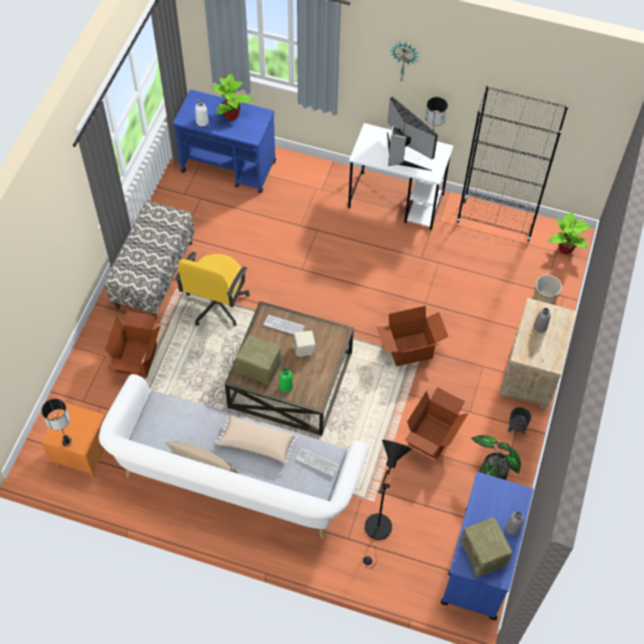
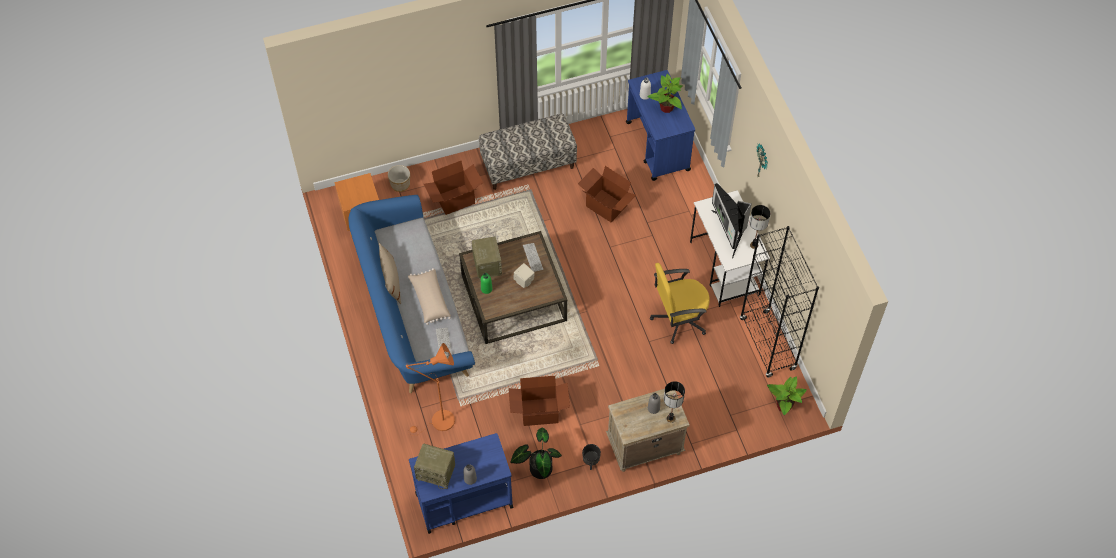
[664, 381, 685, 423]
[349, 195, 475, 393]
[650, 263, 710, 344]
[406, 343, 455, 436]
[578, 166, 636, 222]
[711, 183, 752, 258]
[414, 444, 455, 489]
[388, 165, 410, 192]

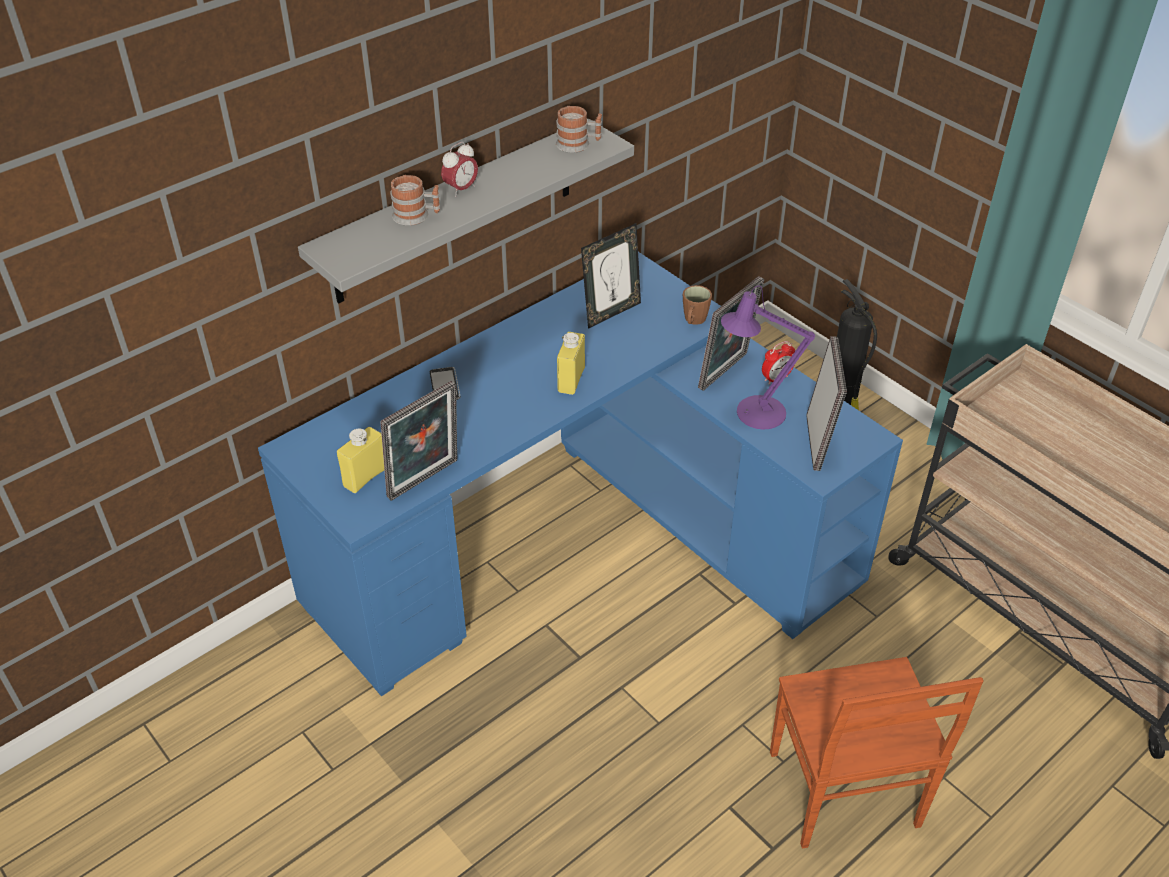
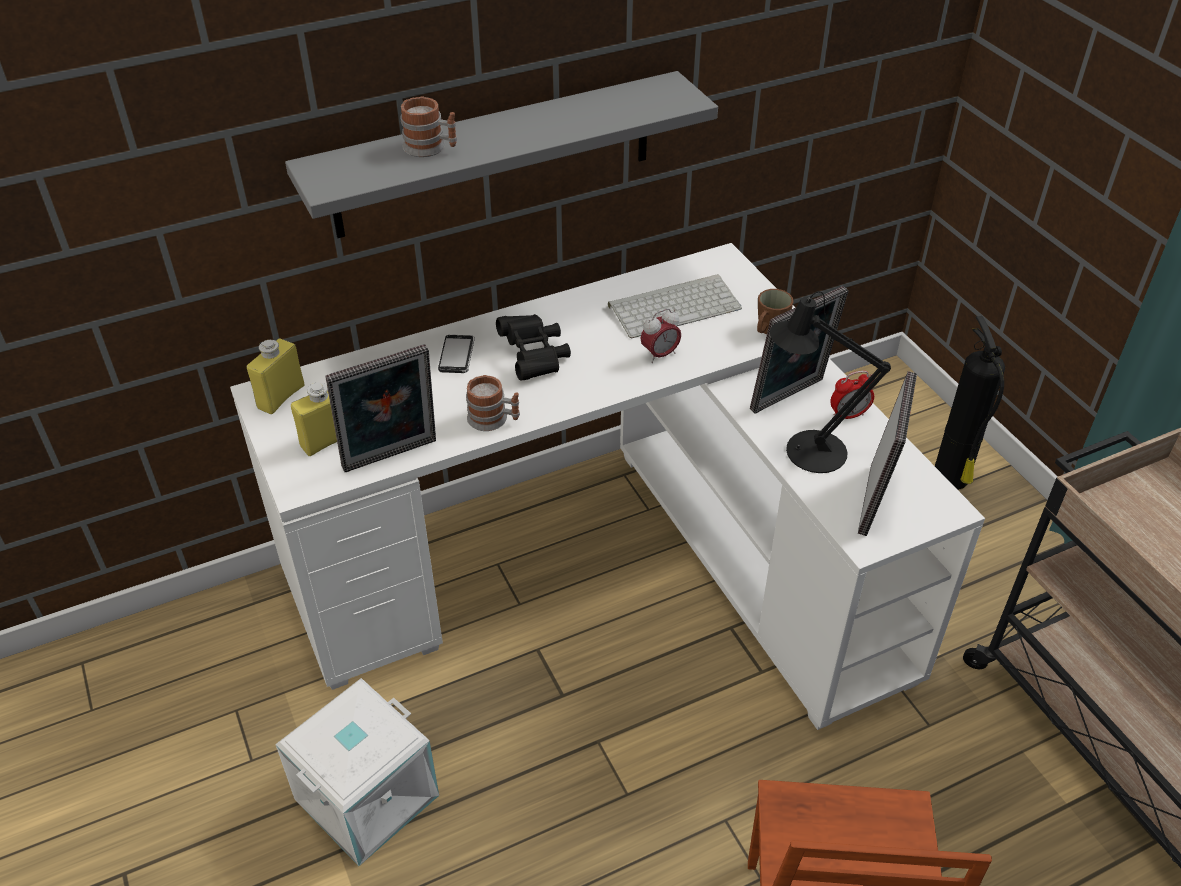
[230, 243, 985, 730]
[640, 308, 681, 363]
[466, 375, 520, 431]
[247, 339, 305, 414]
[608, 274, 742, 338]
[770, 291, 891, 473]
[275, 678, 439, 866]
[496, 314, 571, 381]

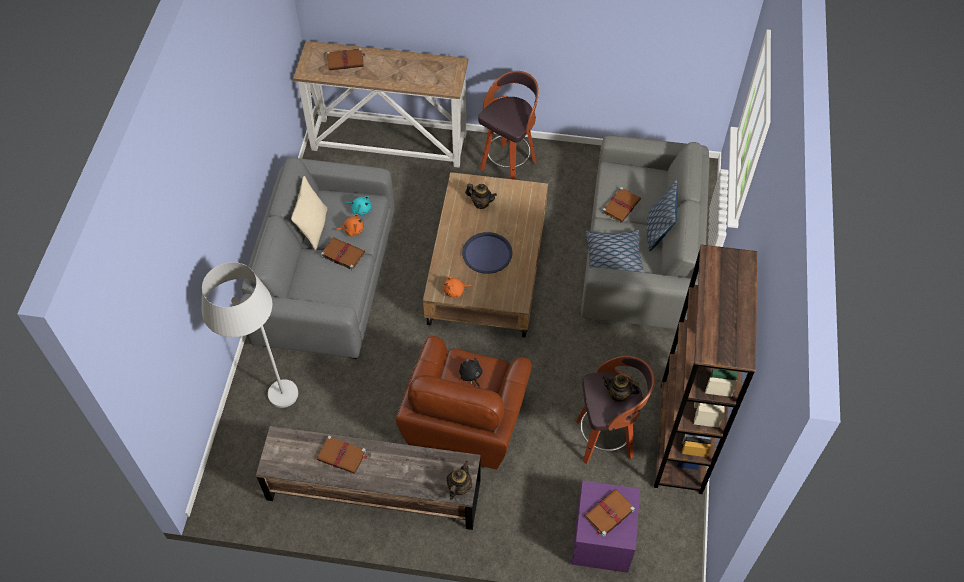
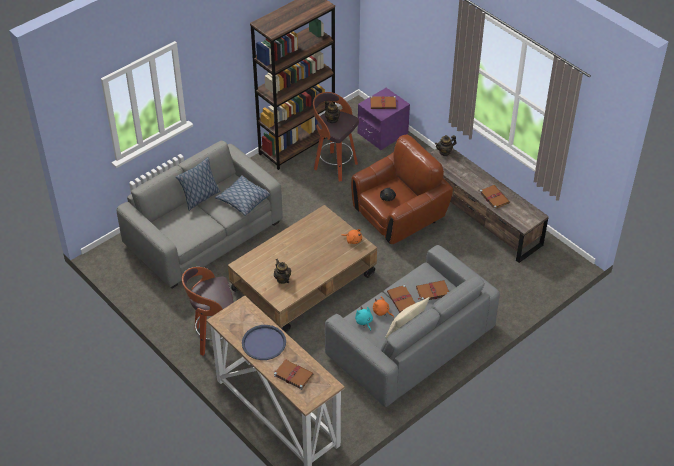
[202, 262, 298, 408] (first image)
[242, 325, 286, 360]
[416, 280, 449, 301]

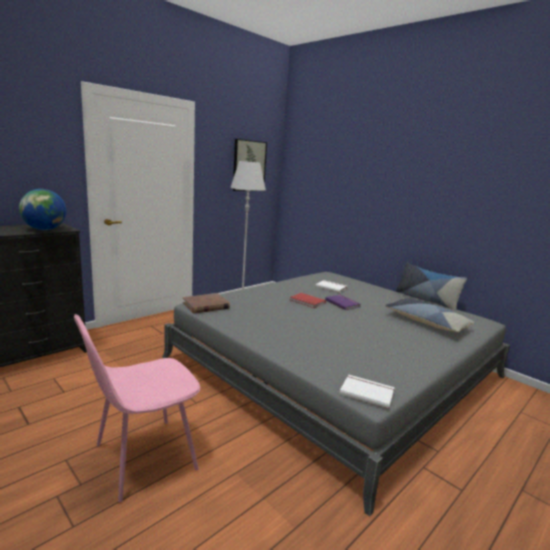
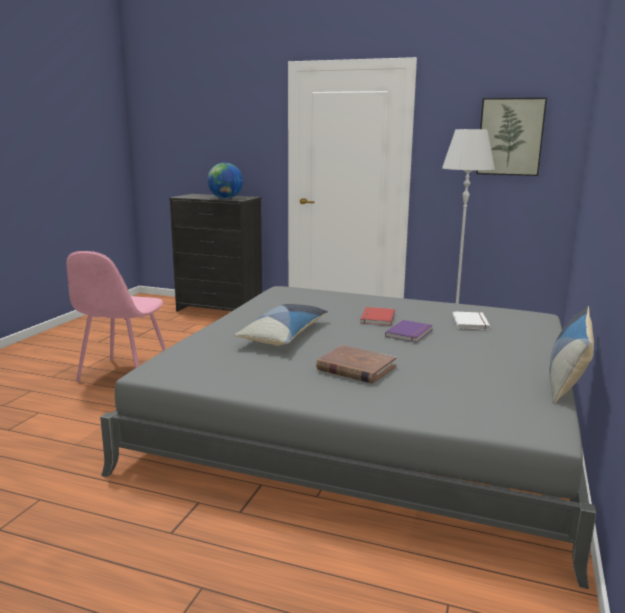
[67, 251, 166, 382]
[316, 345, 396, 384]
[339, 374, 395, 409] (first image)
[234, 304, 328, 346]

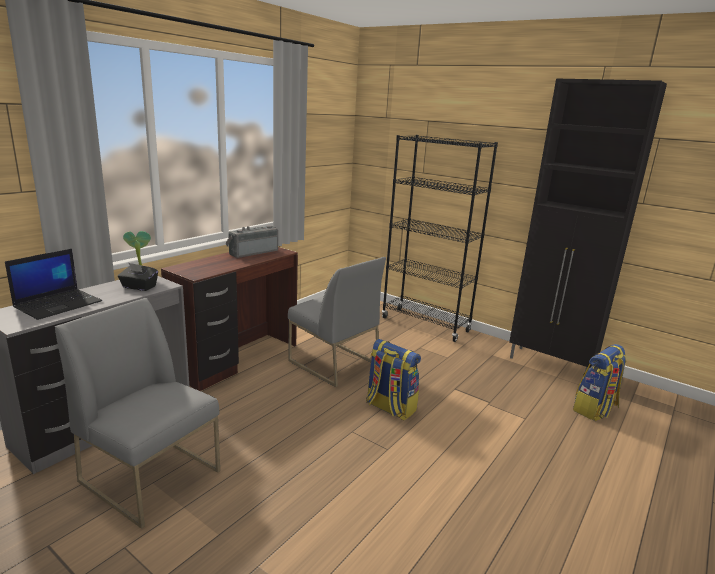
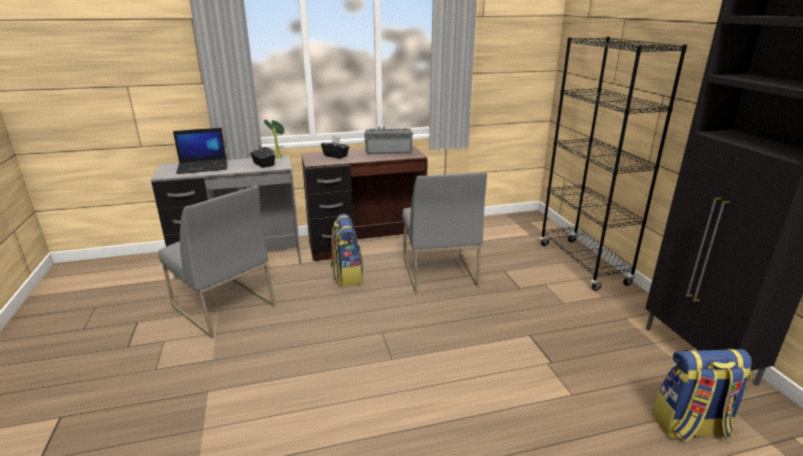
[158, 186, 276, 338]
[331, 214, 364, 287]
[321, 136, 349, 159]

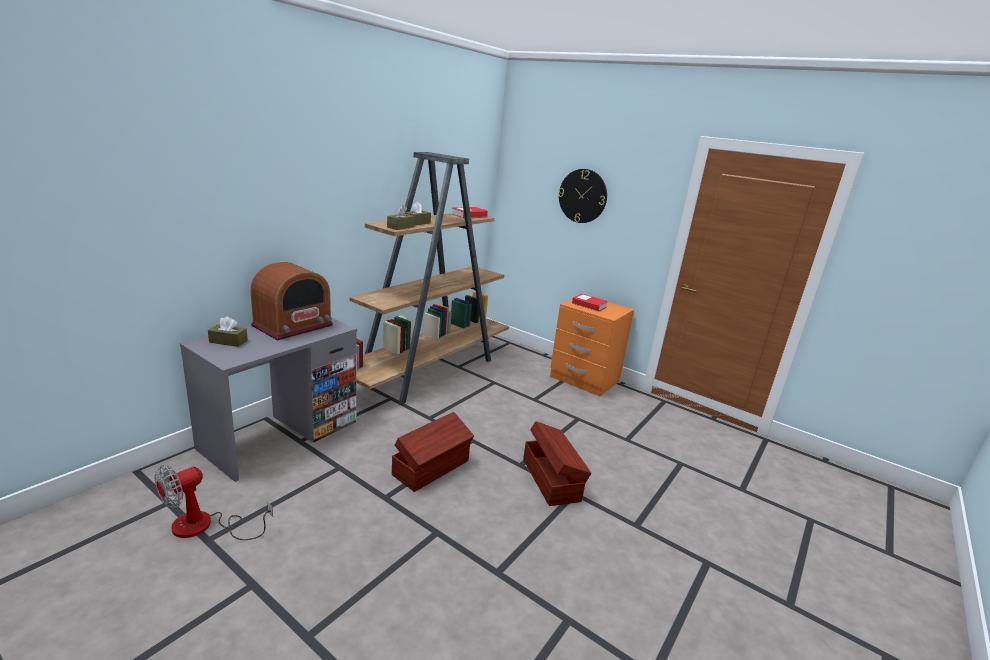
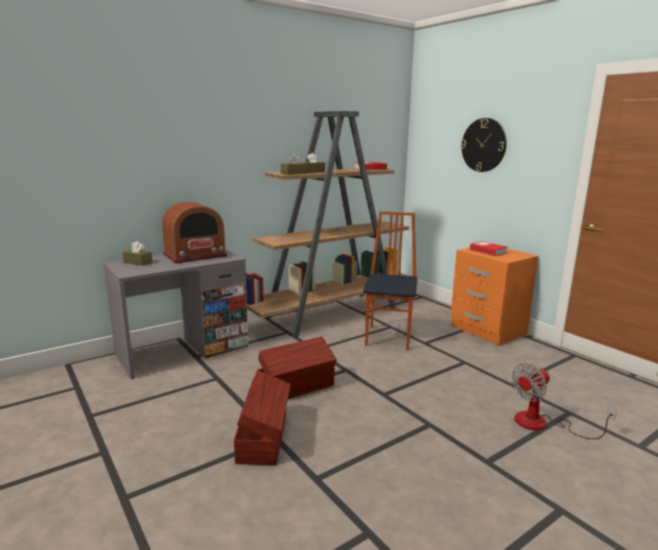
[512, 363, 617, 439]
[234, 370, 291, 465]
[363, 211, 417, 350]

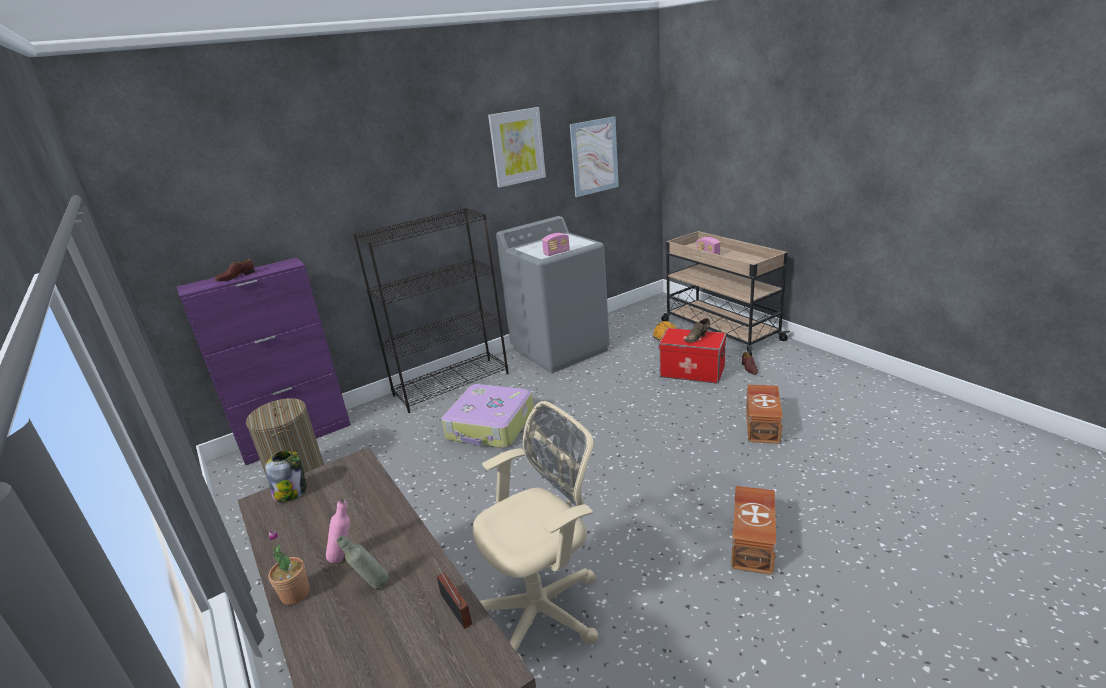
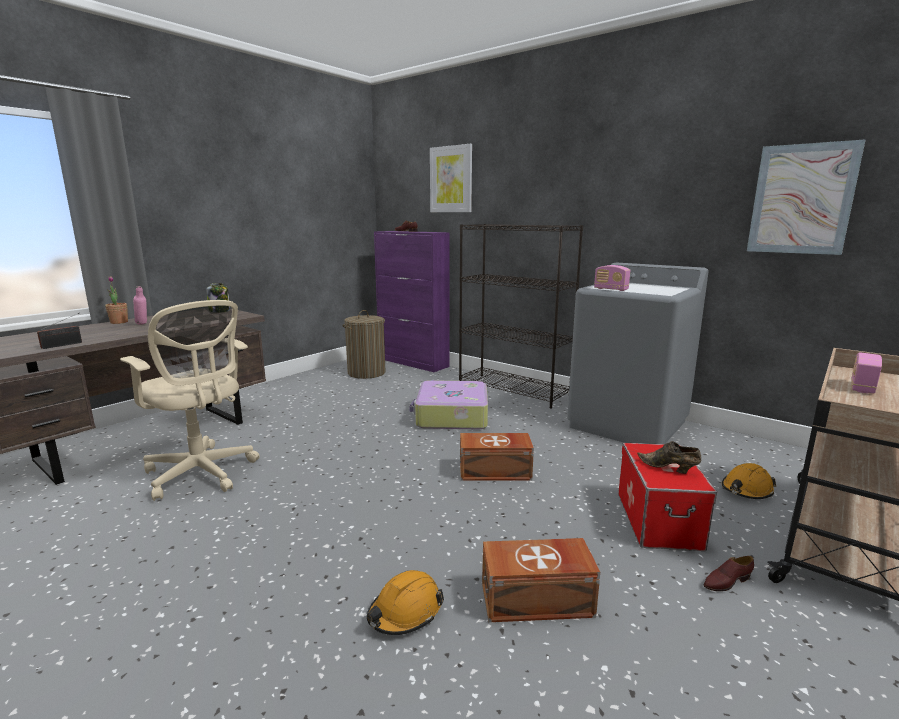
[337, 535, 388, 589] (first image)
[430, 144, 472, 212]
[460, 433, 534, 481]
[367, 570, 444, 635]

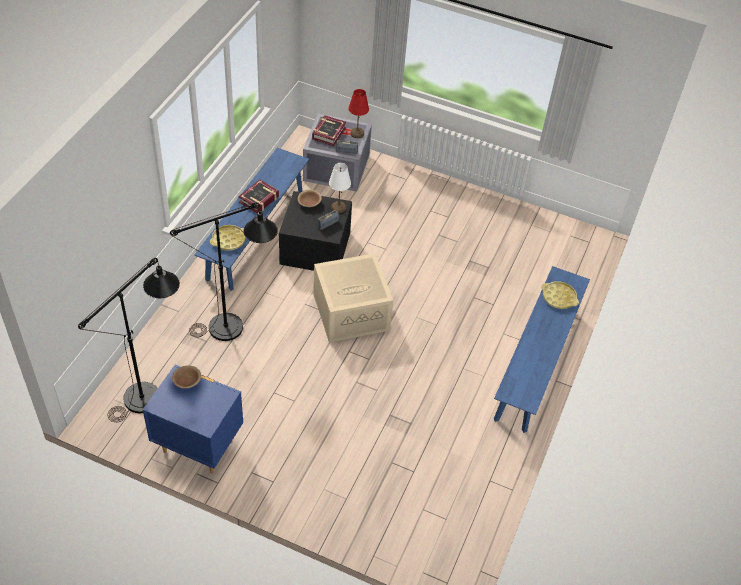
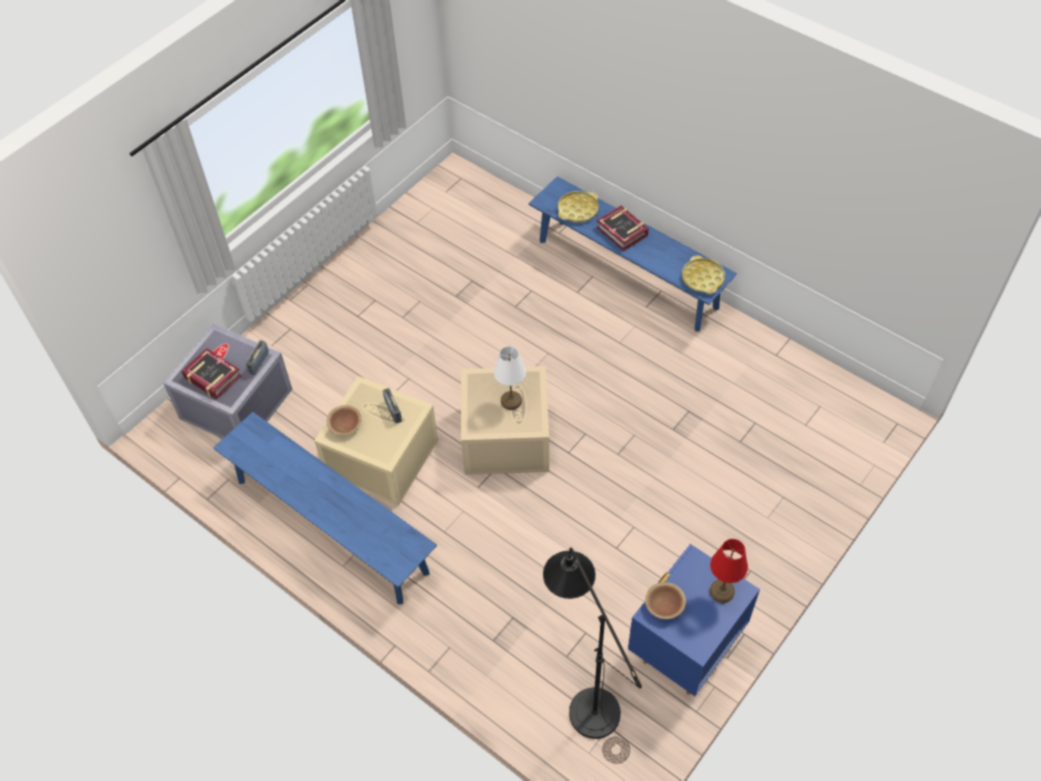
[170, 202, 278, 341] (first image)
[682, 255, 725, 294]
[596, 206, 649, 251]
[314, 376, 438, 506]
[494, 346, 526, 410]
[710, 539, 748, 603]

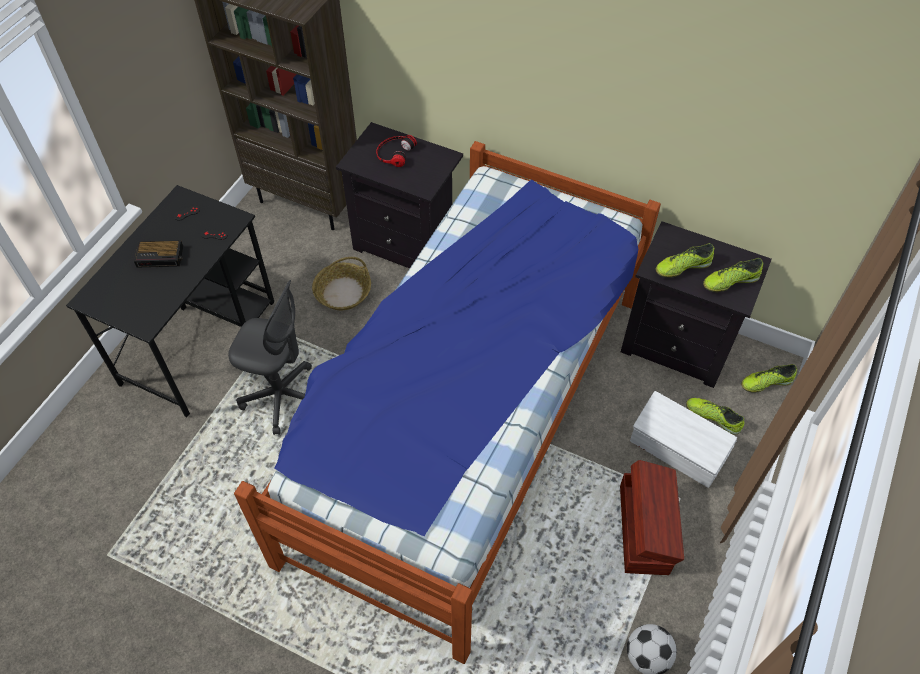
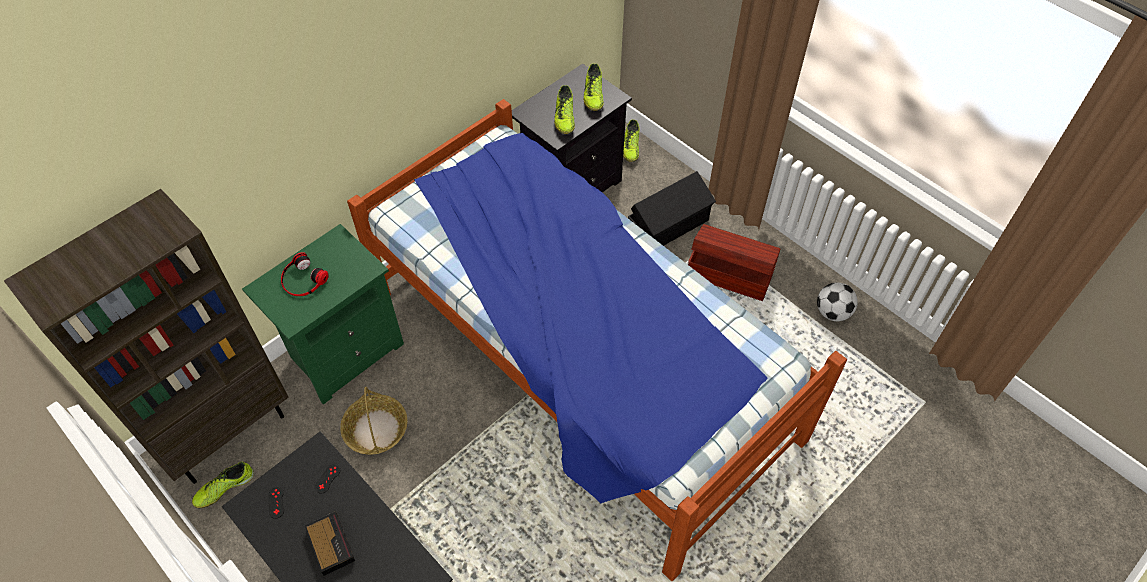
[304, 511, 355, 576]
[228, 280, 312, 435] (first image)
[242, 224, 404, 405]
[628, 171, 716, 246]
[192, 461, 254, 508]

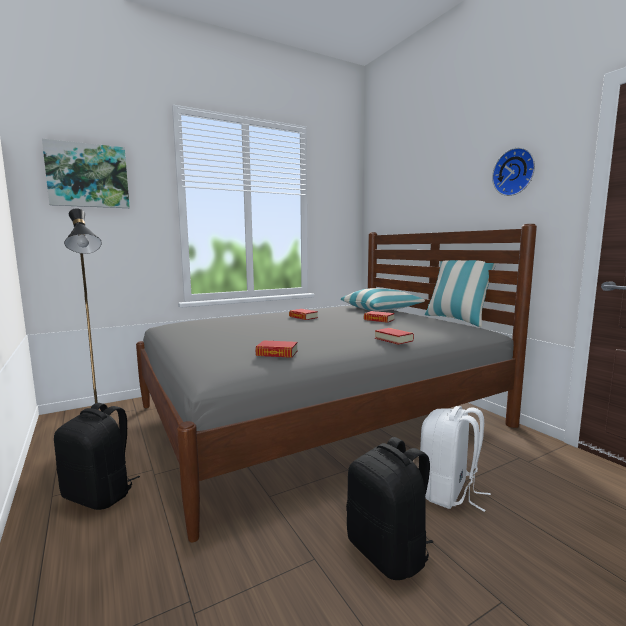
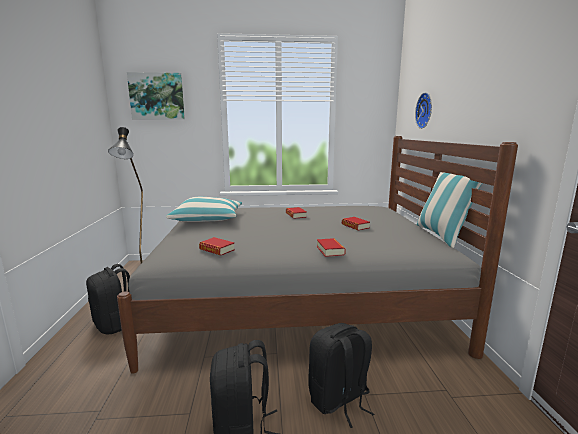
[166, 197, 242, 222]
[308, 323, 374, 428]
[415, 92, 432, 129]

